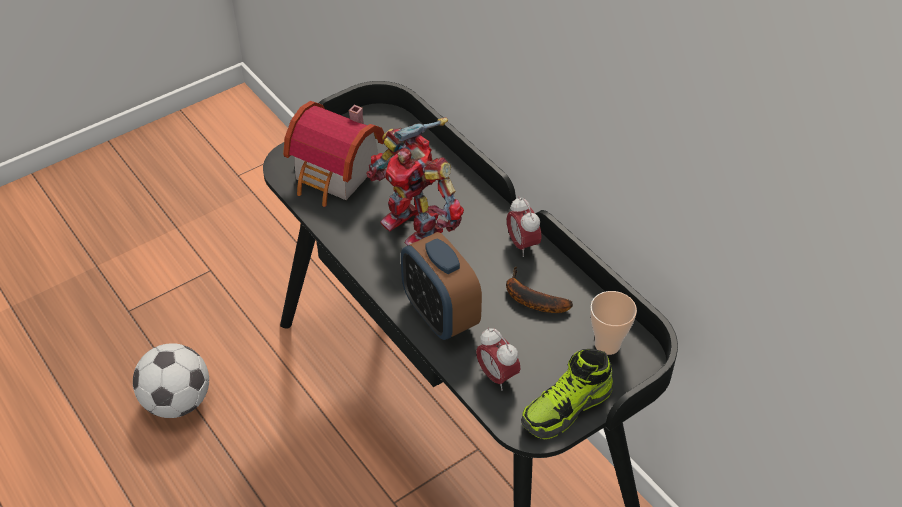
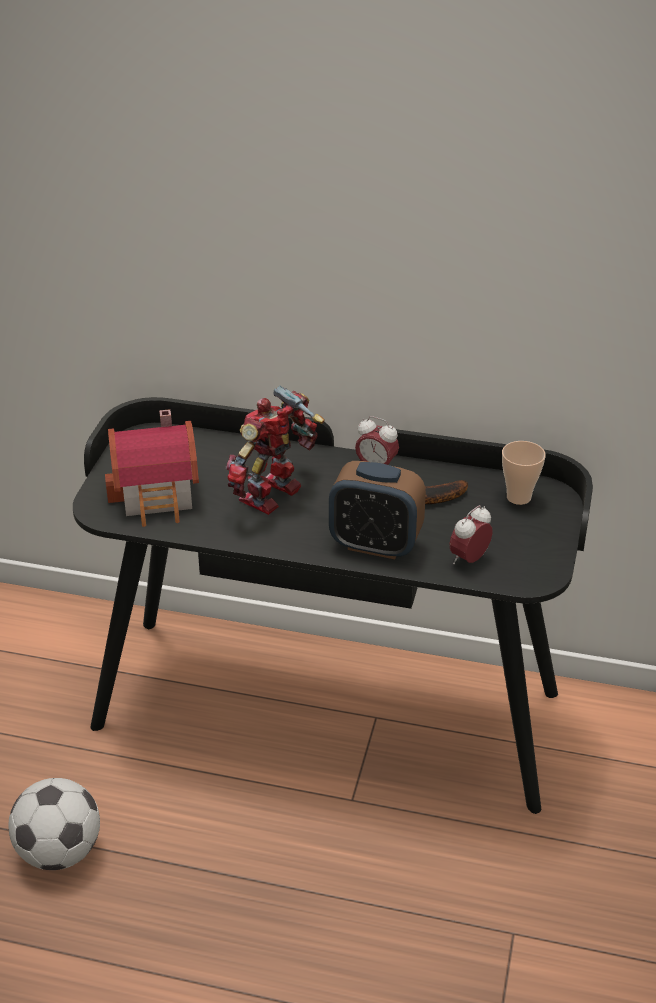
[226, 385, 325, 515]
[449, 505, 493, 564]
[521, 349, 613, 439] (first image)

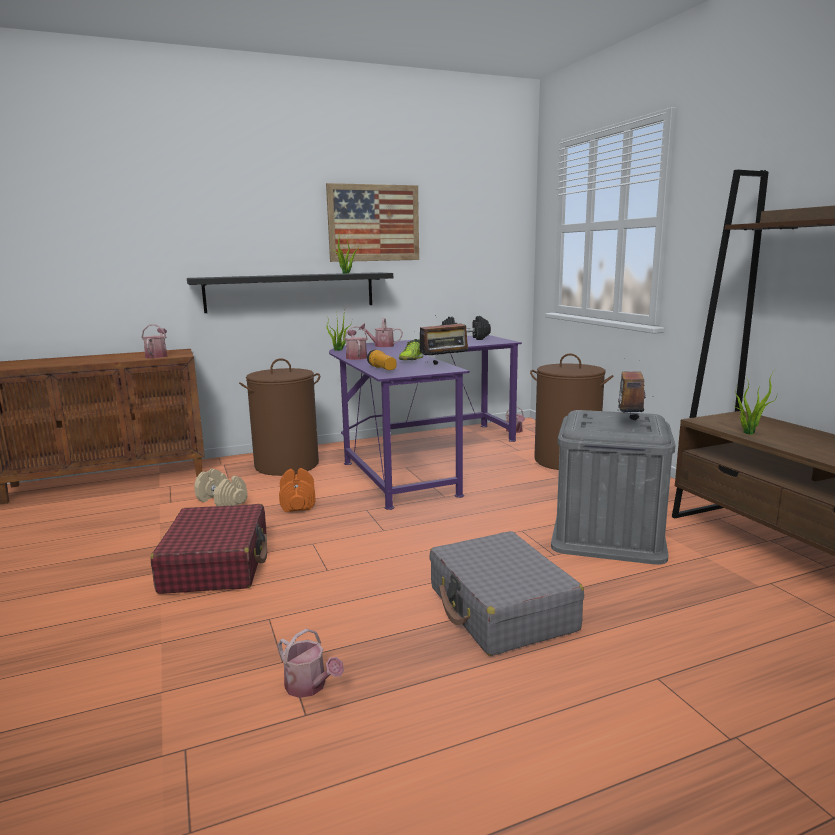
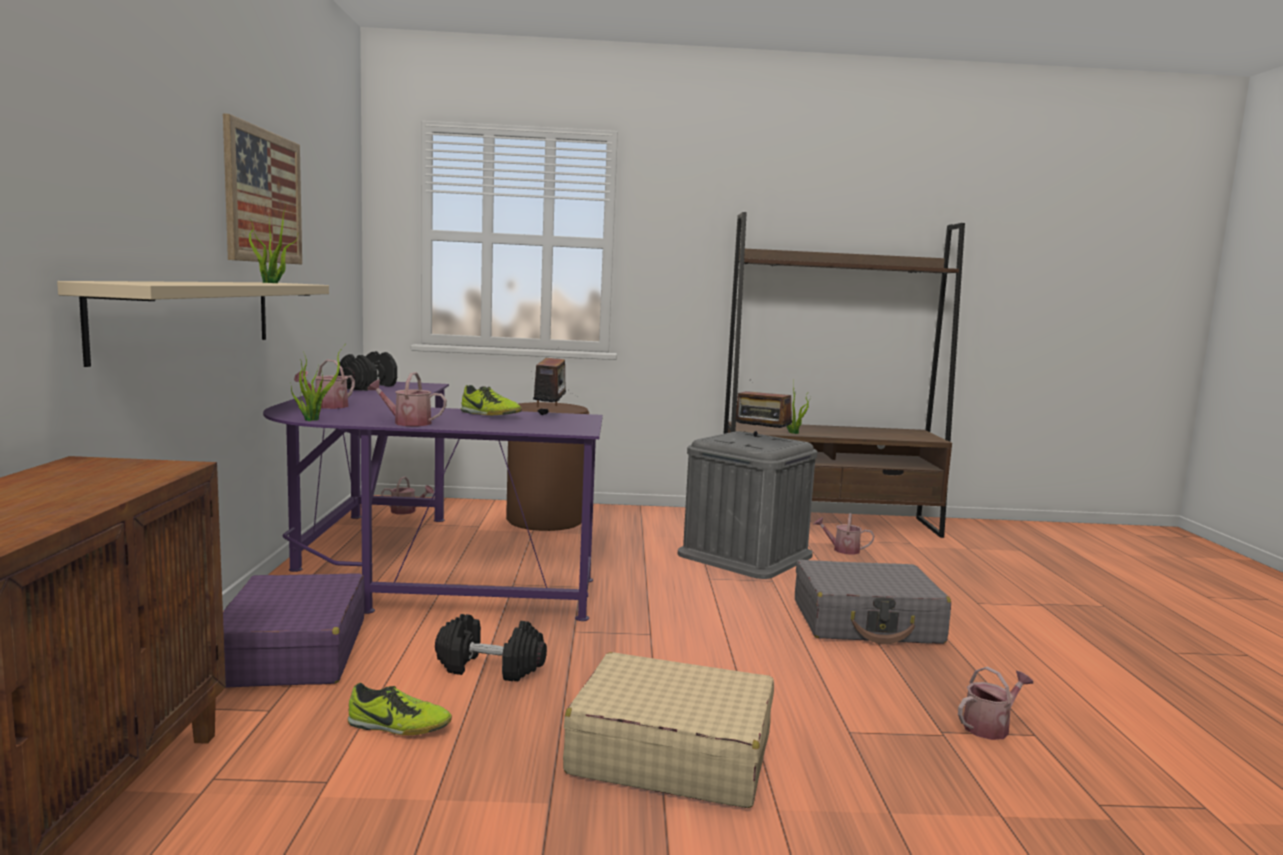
[814, 513, 875, 555]
[563, 652, 774, 808]
[57, 281, 329, 367]
[348, 683, 452, 735]
[223, 574, 365, 688]
[435, 614, 547, 682]
[367, 349, 397, 370] (first image)

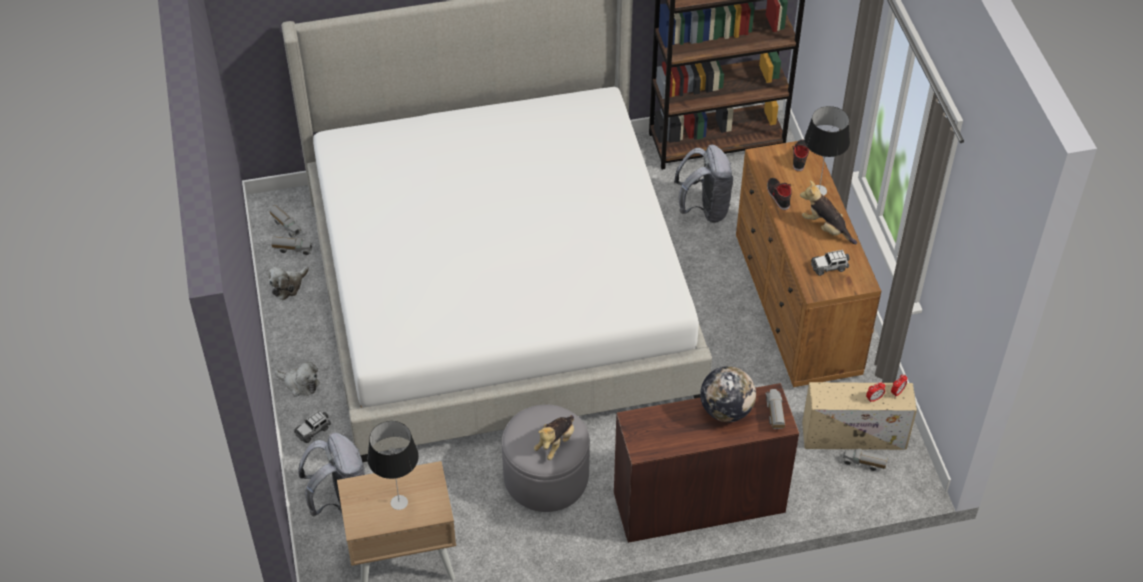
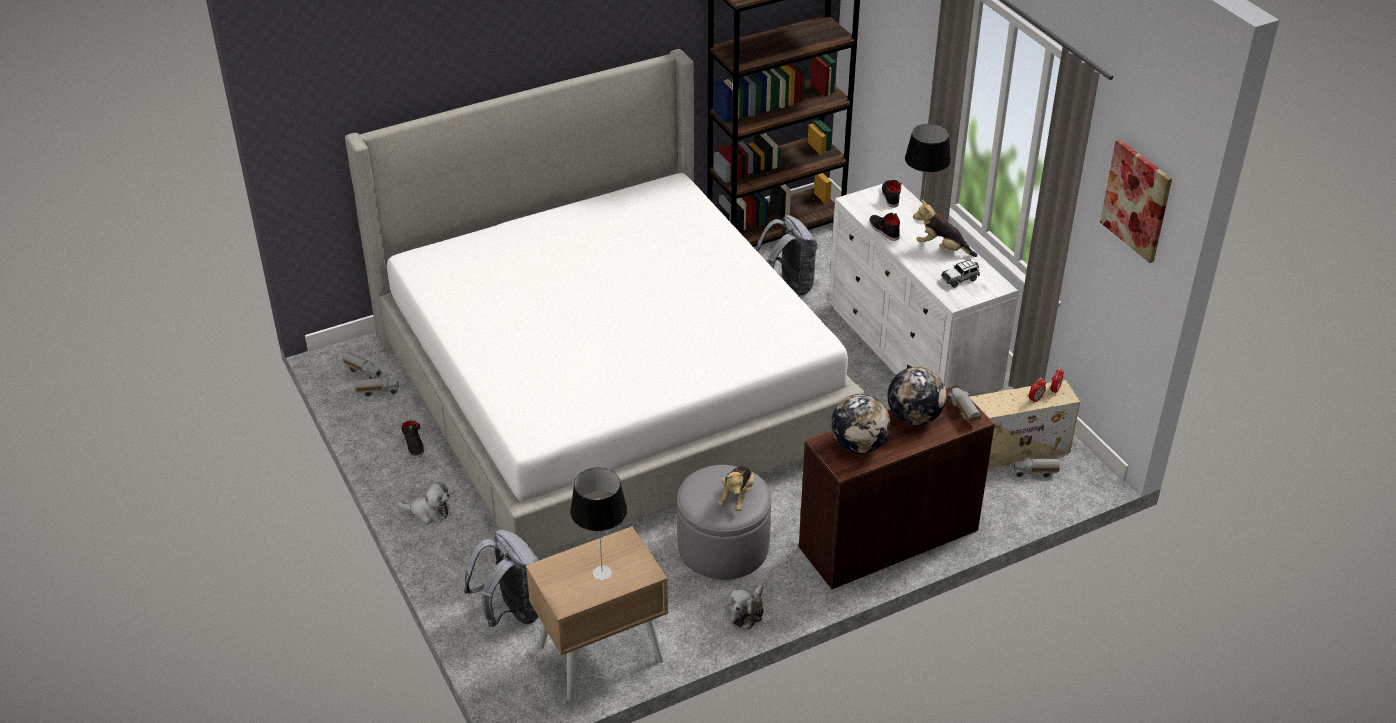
[729, 584, 764, 629]
[294, 410, 331, 443] (first image)
[828, 179, 1018, 397]
[401, 421, 424, 458]
[831, 394, 891, 454]
[1100, 139, 1172, 263]

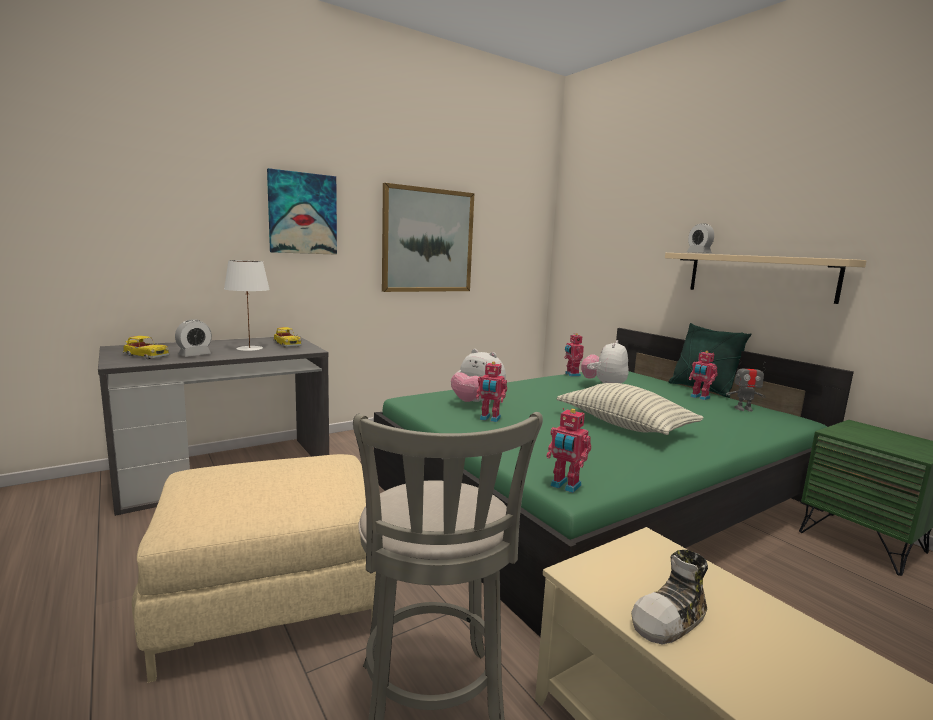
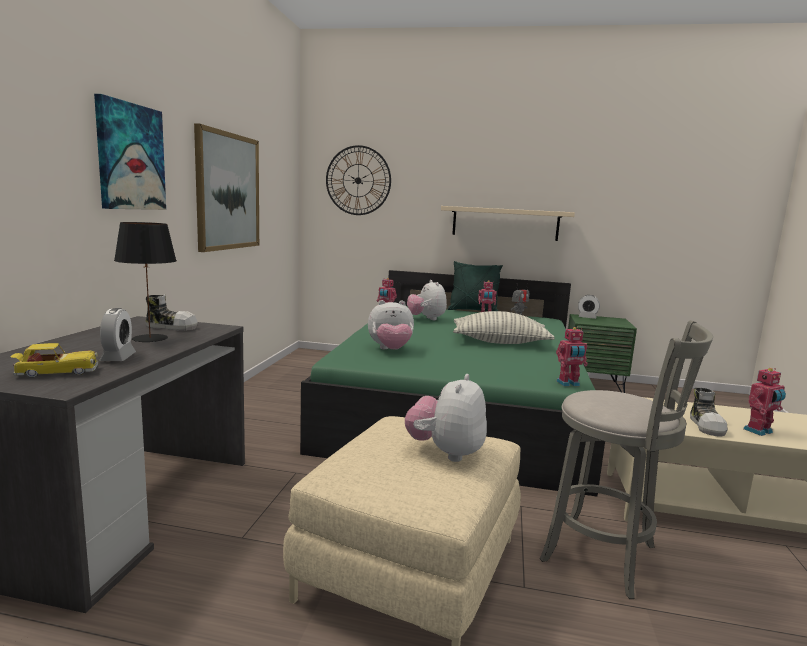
[114, 222, 177, 342]
[145, 294, 198, 331]
[743, 368, 786, 436]
[578, 295, 600, 319]
[326, 145, 391, 215]
[405, 374, 487, 462]

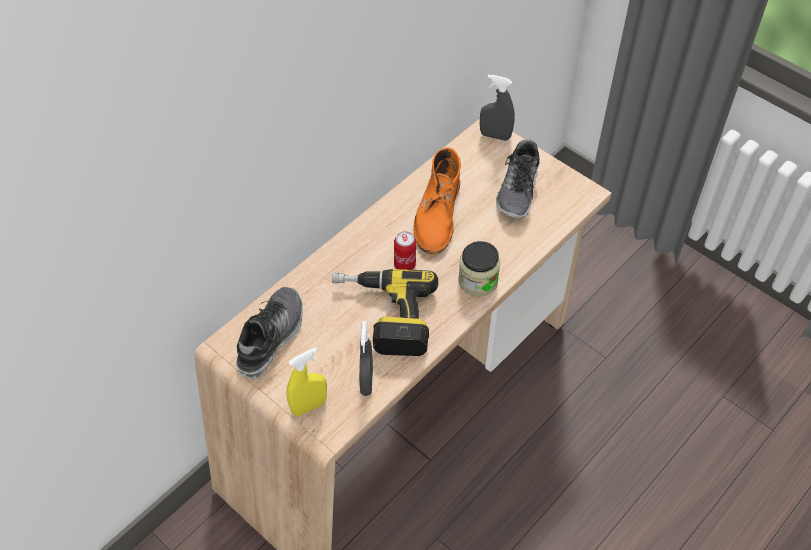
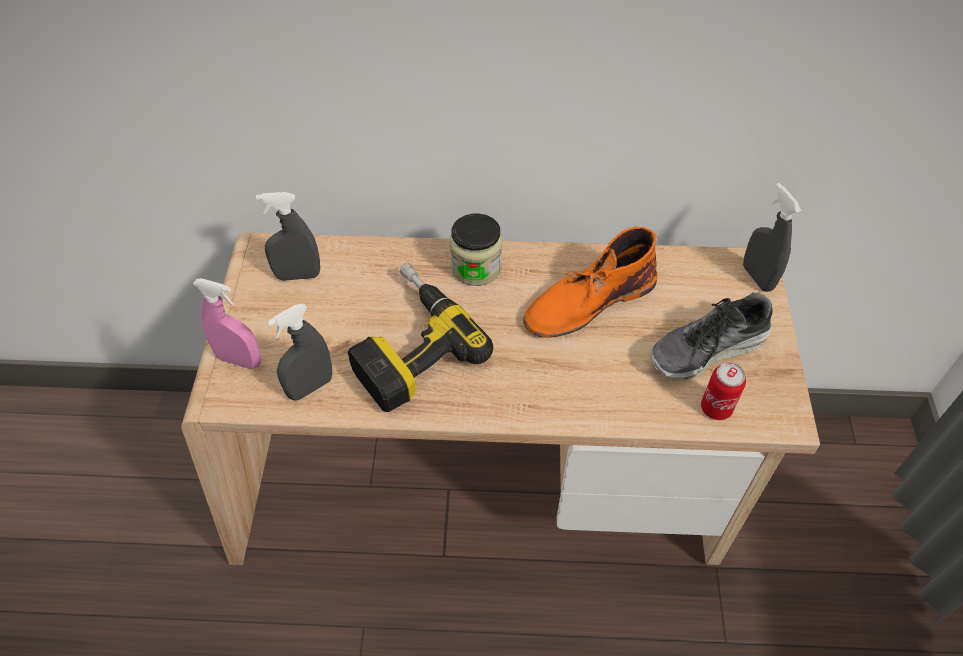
[256, 192, 320, 281]
[193, 278, 261, 369]
[701, 362, 746, 420]
[450, 214, 502, 286]

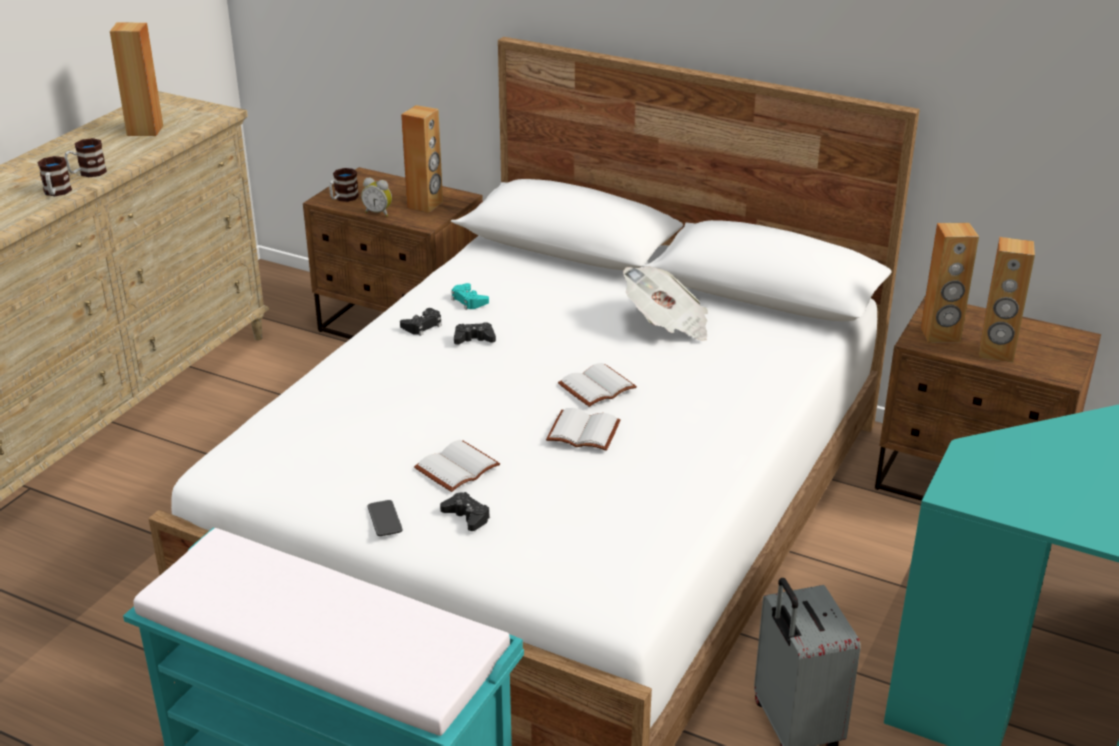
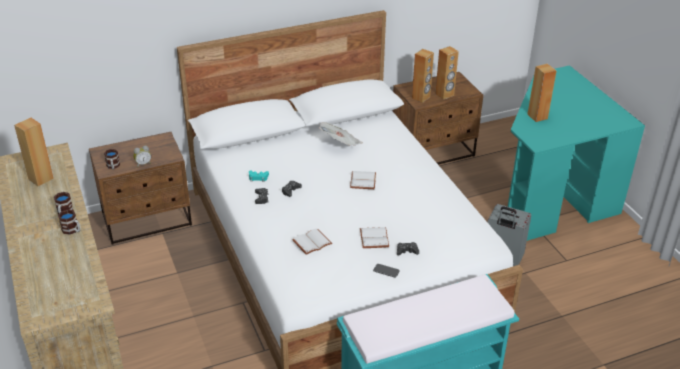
[527, 63, 557, 122]
[292, 229, 332, 255]

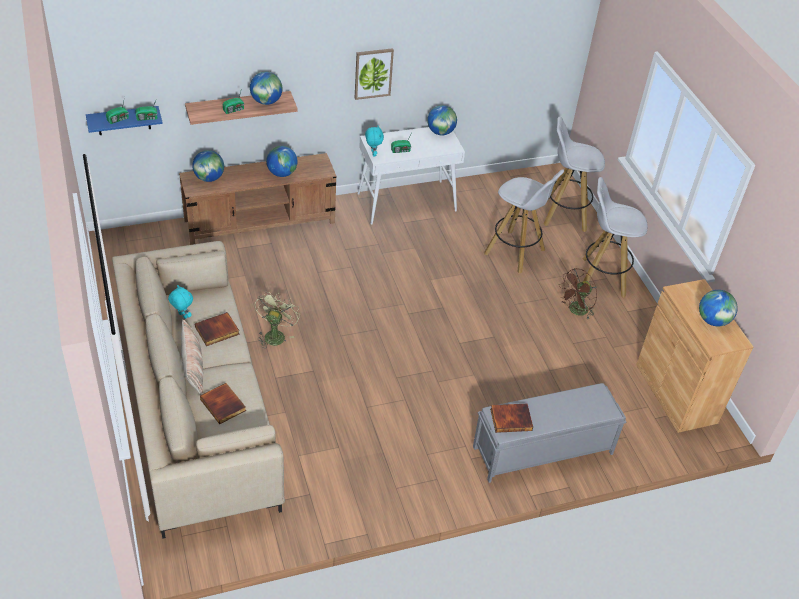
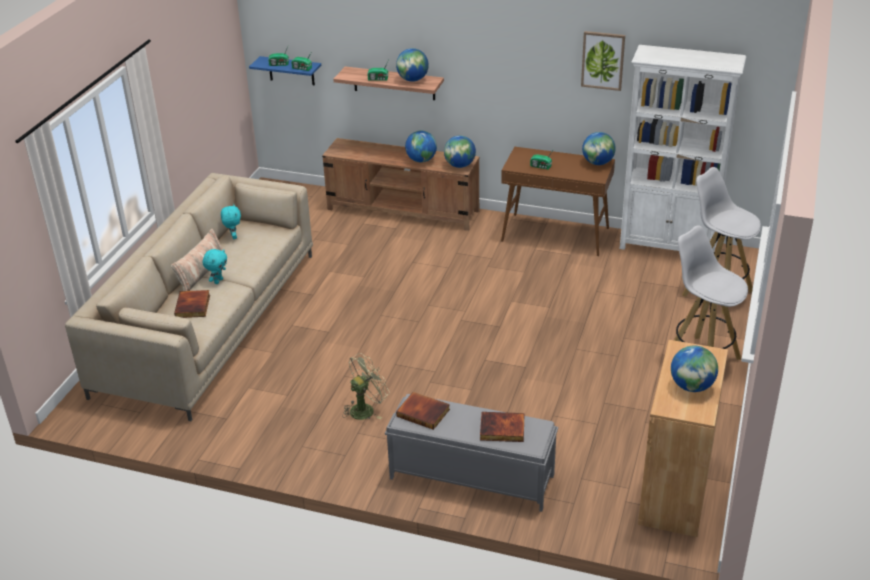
[444, 136, 476, 168]
[480, 412, 525, 442]
[342, 353, 390, 420]
[581, 31, 625, 91]
[501, 147, 615, 256]
[202, 249, 227, 284]
[484, 170, 564, 273] (first image)
[559, 268, 597, 320] (first image)
[620, 45, 746, 252]

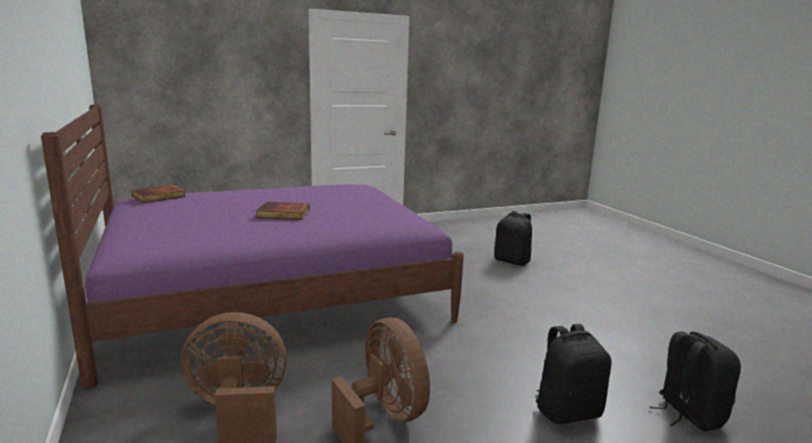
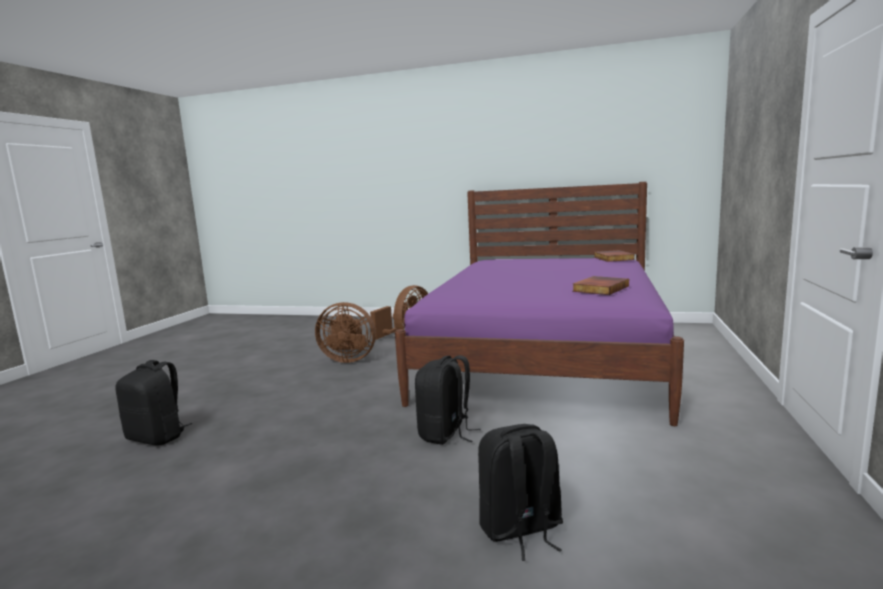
[572, 276, 629, 295]
[415, 355, 481, 445]

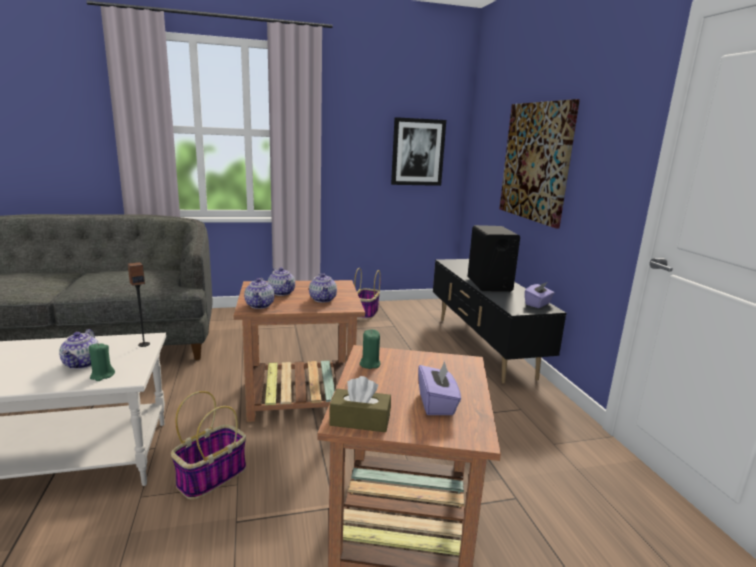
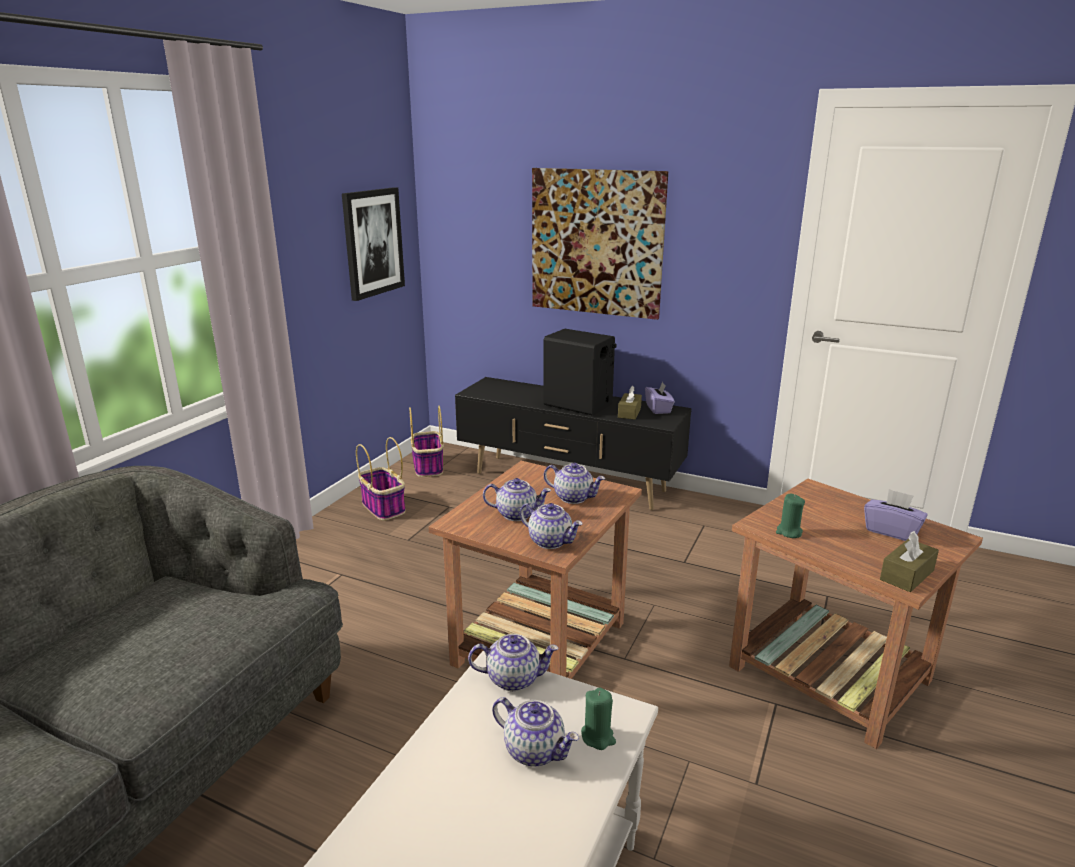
[468, 634, 558, 691]
[409, 406, 444, 477]
[618, 386, 642, 419]

